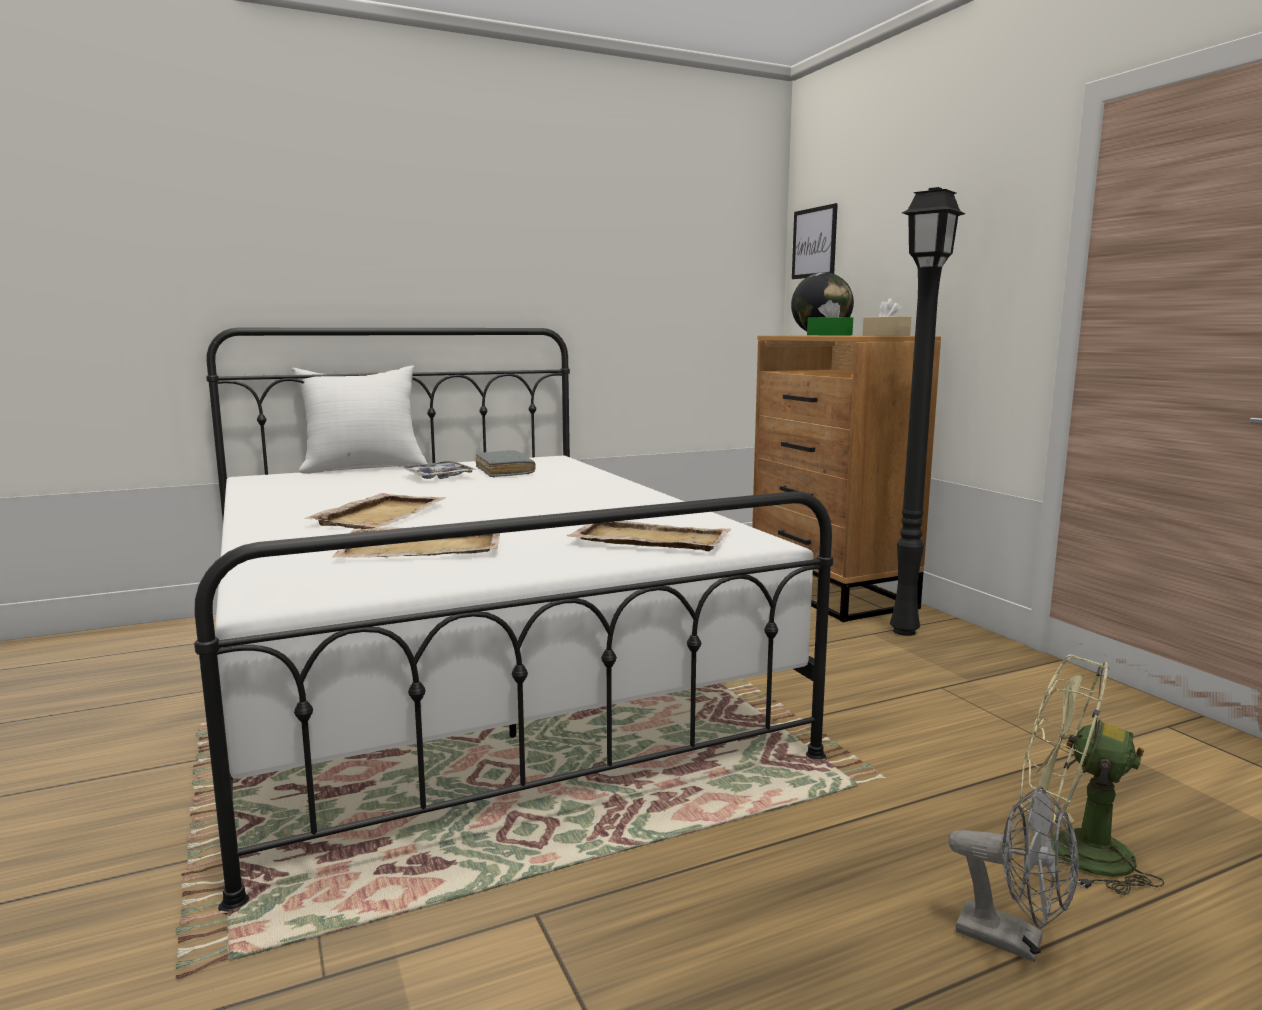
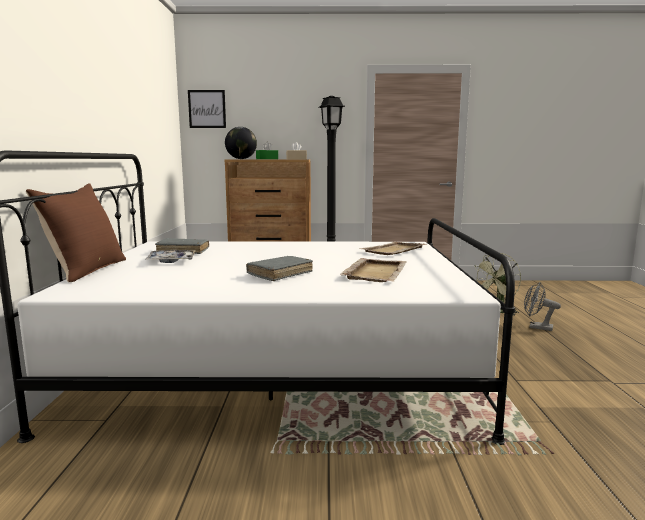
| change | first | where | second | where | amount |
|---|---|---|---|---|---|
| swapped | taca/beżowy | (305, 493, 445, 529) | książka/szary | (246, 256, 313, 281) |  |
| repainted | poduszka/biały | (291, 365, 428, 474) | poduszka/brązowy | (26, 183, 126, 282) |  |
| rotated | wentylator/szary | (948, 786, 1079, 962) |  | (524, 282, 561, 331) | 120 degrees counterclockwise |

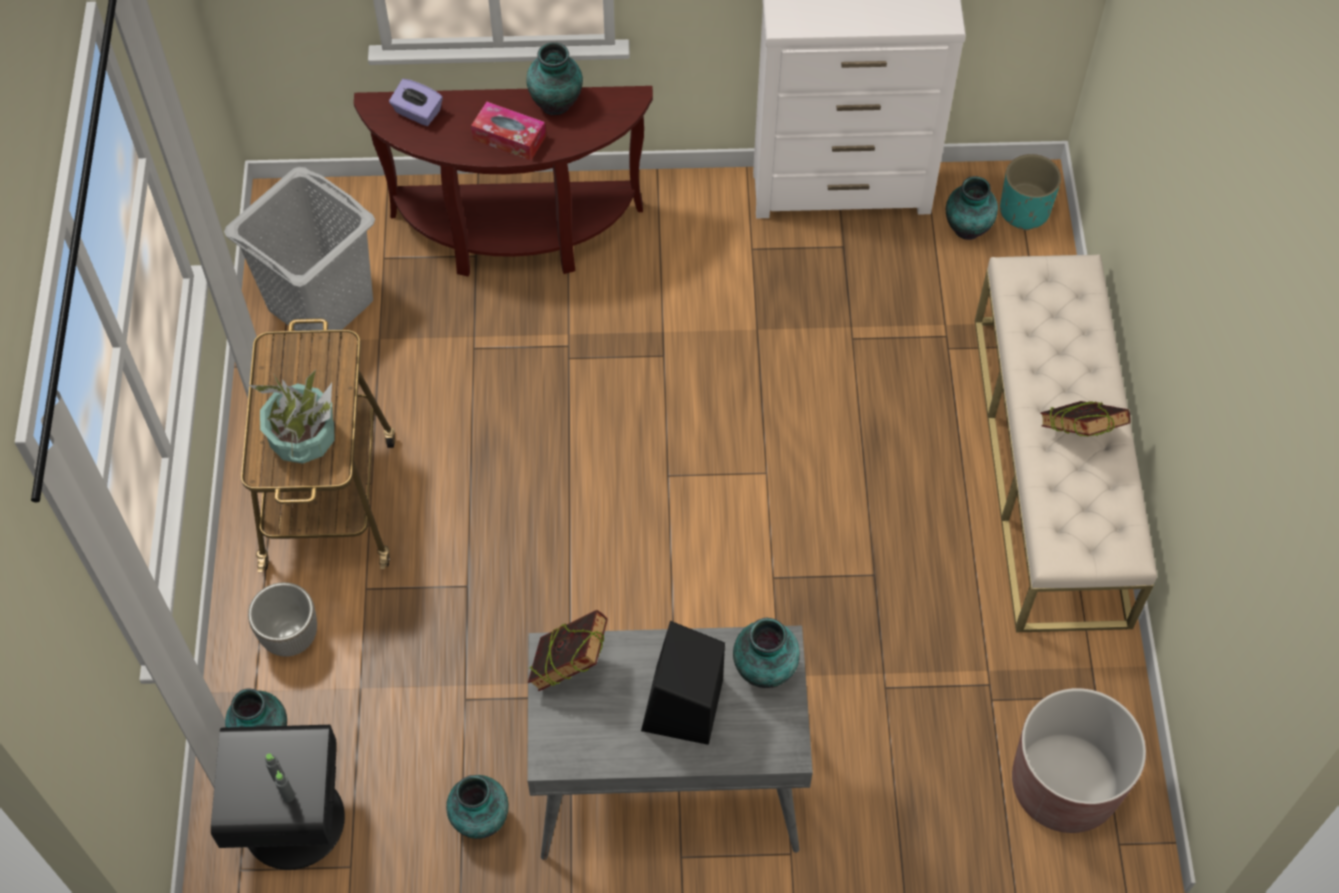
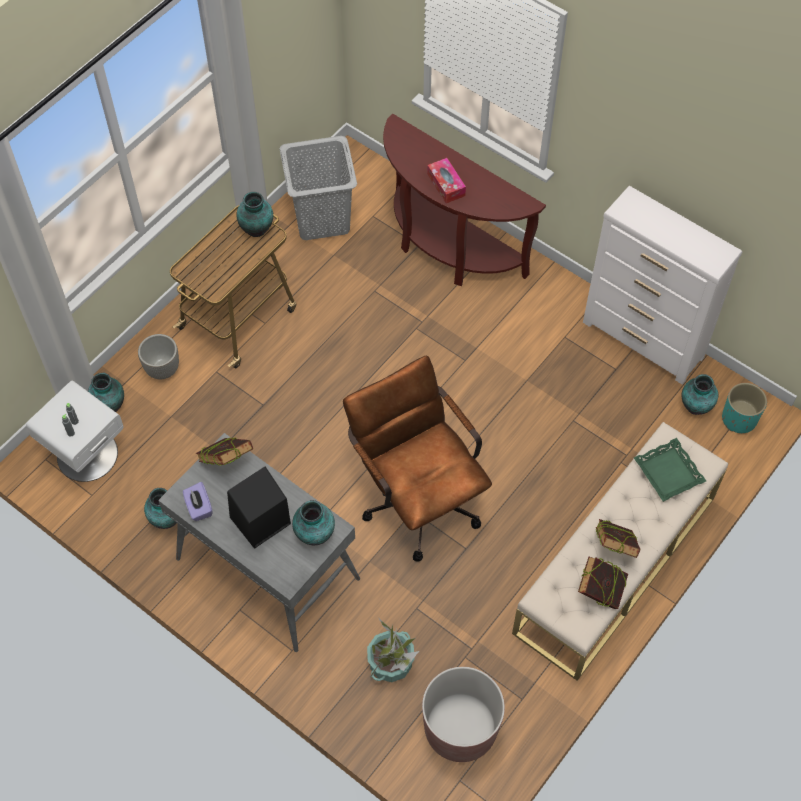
| change | first | where | second | where | amount |
|---|---|---|---|---|---|
| new |  |  | krzesło biurowe/brązowy | (343, 356, 492, 562) |  |
| new |  |  | książka | (578, 557, 628, 609) |  |
| new |  |  | taca/zielony | (634, 438, 706, 502) |  |
| shifted | roślina doniczkowa | (248, 370, 335, 464) |  | (367, 619, 419, 682) |  |
| shifted | pudełko chusteczek/fioletowy | (389, 79, 443, 126) |  | (183, 482, 212, 521) |  |
| shifted | wazon | (526, 42, 583, 115) |  | (236, 192, 273, 237) |  |
| repainted | szafka nocna/czarny | (211, 725, 345, 870) | szafka nocna/biały | (26, 381, 124, 482) |  |

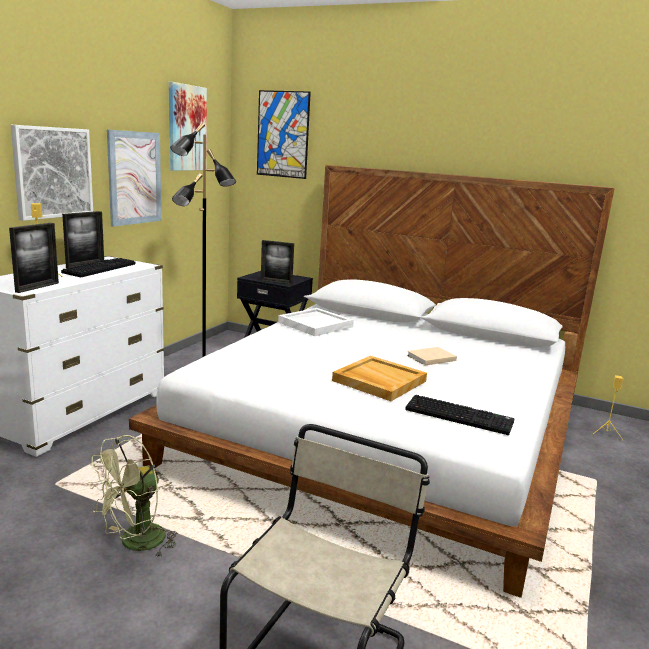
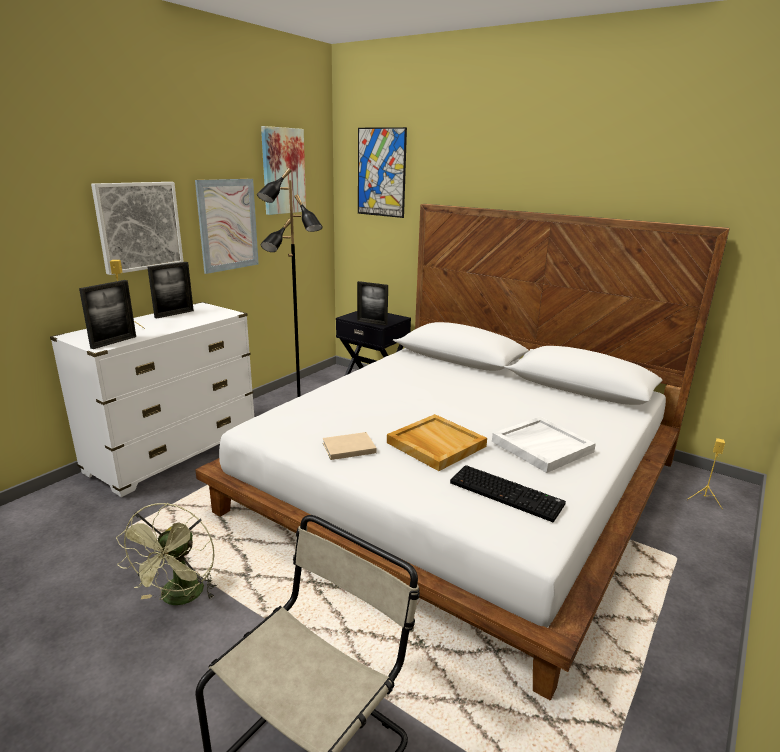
| change | first | where | second | where | amount |
|---|---|---|---|---|---|
| gone | klawiatura | (61, 258, 135, 277) |  |  |  |
| shifted | taca/biały | (278, 308, 354, 336) |  | (492, 417, 596, 473) |  |
| shifted | książka/beżowy | (407, 347, 457, 366) |  | (323, 432, 377, 460) |  |
| rotated | wentylator/zielony | (88, 435, 177, 556) |  | (116, 503, 217, 605) | 45 degrees counterclockwise |

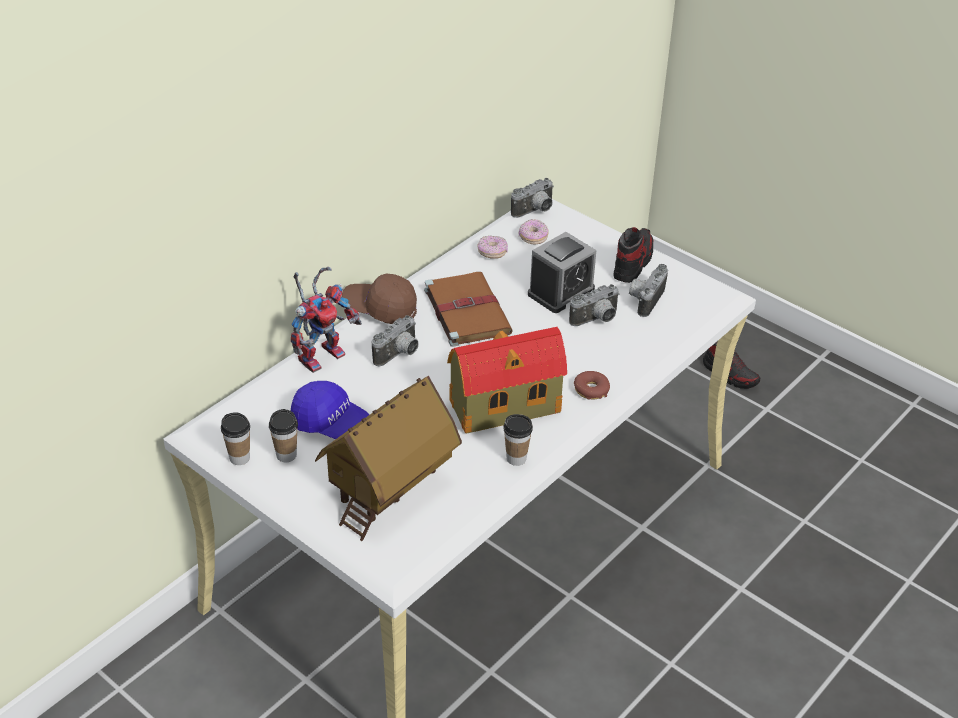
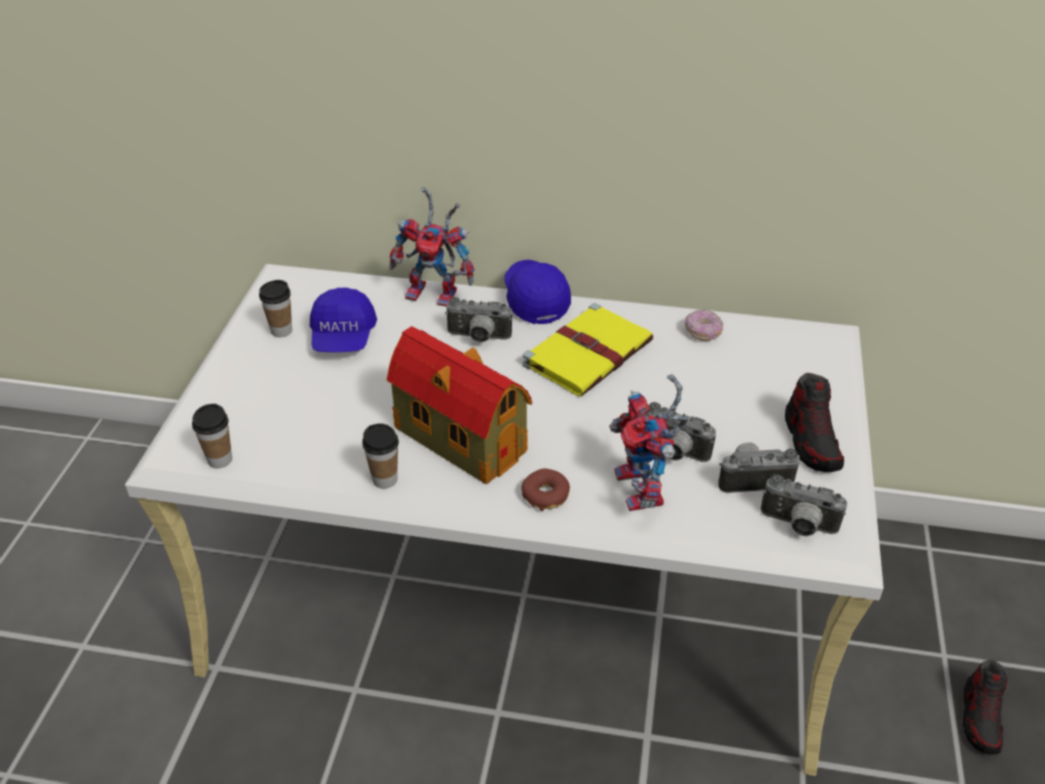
| change | first | where | second | where | amount |
|---|---|---|---|---|---|
| gone | domek | (315, 376, 462, 541) |  |  |  |
| gone | donut | (518, 219, 549, 245) |  |  |  |
| gone | budzik | (528, 232, 596, 313) |  |  |  |
| new |  |  | robot zabawkowy | (609, 374, 688, 511) |  |
| shifted | filiżanka | (221, 412, 250, 465) |  | (192, 404, 232, 468) |  |
| shifted | aparat fotograficzny | (511, 178, 554, 218) |  | (760, 474, 847, 537) |  |
| repainted | czapka z daszkiem/brązowy | (342, 273, 417, 324) | czapka z daszkiem/niebieski | (504, 260, 571, 324) |  |
| repainted | książka/brązowy | (424, 272, 513, 347) | książka/żółty | (523, 303, 653, 397) |  |
| rotated | but | (613, 227, 654, 283) |  | (785, 373, 844, 472) | 90 degrees clockwise |

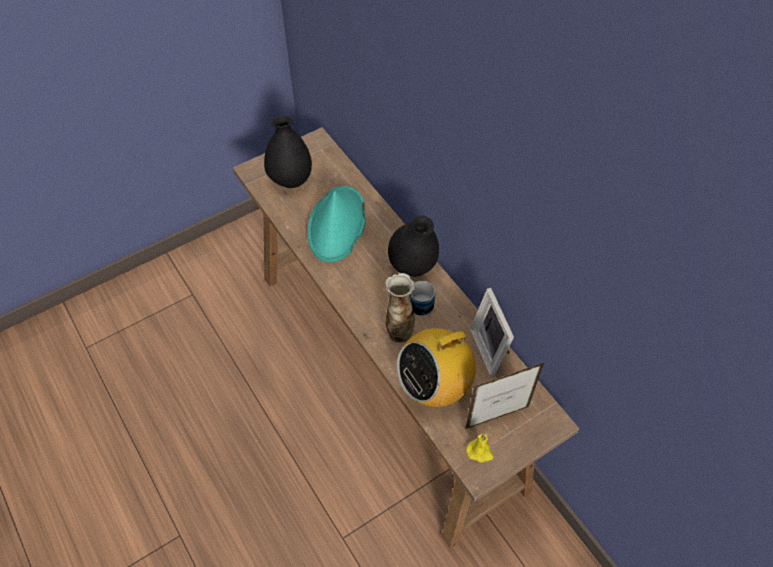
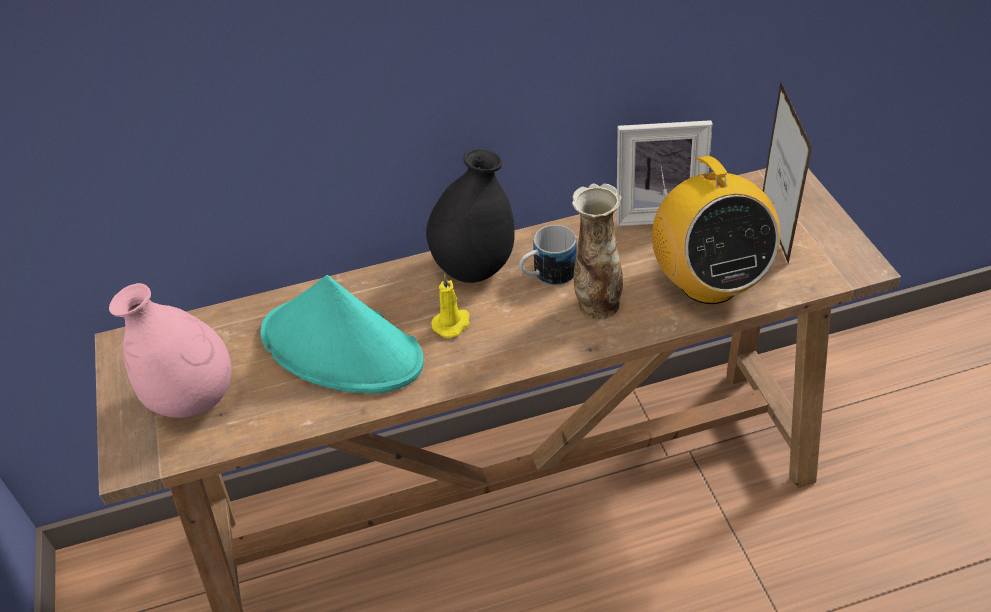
| change | first | where | second | where | amount |
|---|---|---|---|---|---|
| shifted | świeca/żółty | (466, 434, 494, 463) |  | (431, 275, 470, 338) |  |
| repainted | wazon/czarny | (264, 116, 312, 188) | wazon/różowy | (109, 283, 232, 418) |  |

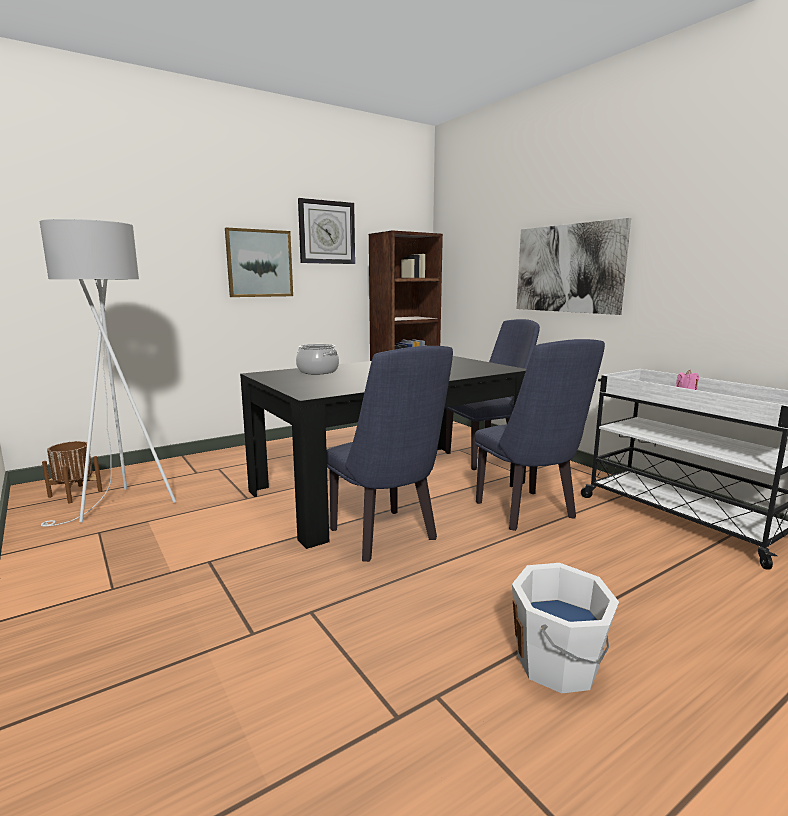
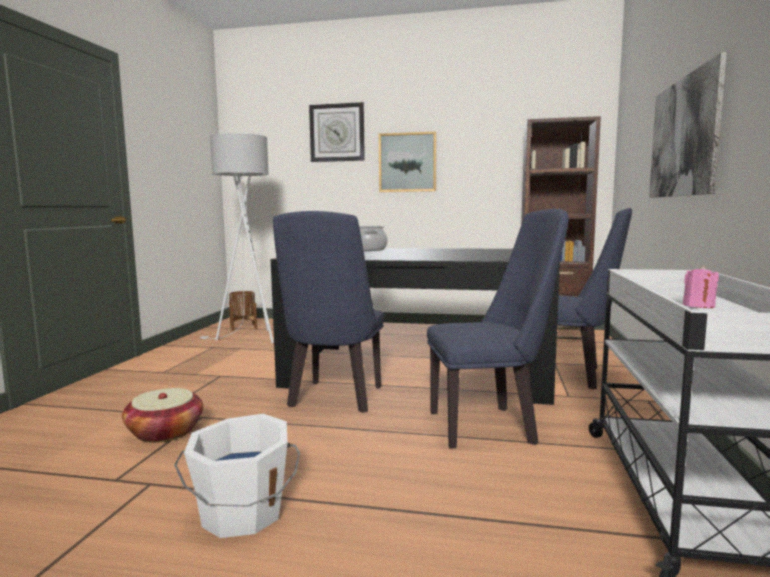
| change | first | where | second | where | amount |
|---|---|---|---|---|---|
| new |  |  | koszyk | (122, 388, 203, 443) |  |
| shifted | zegar ścienny | (298, 198, 355, 264) |  | (309, 102, 365, 162) |  |
| rotated | krzesło/niebieski | (475, 339, 605, 531) |  | (427, 209, 569, 449) | 120 degrees counterclockwise |

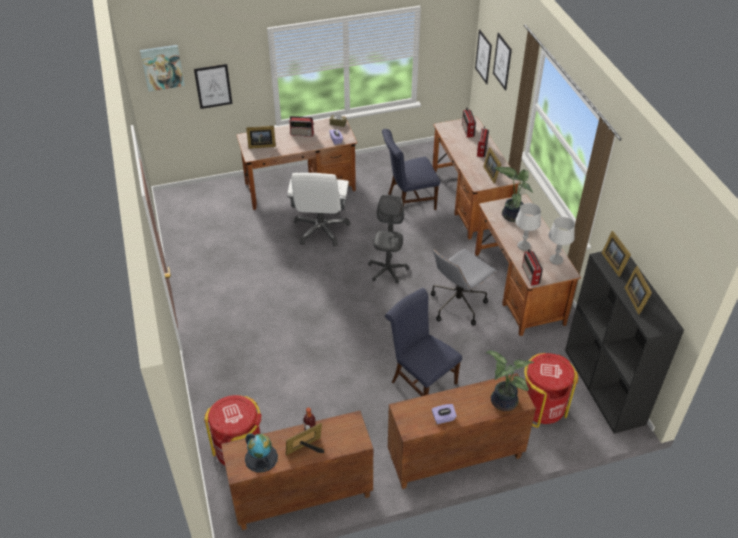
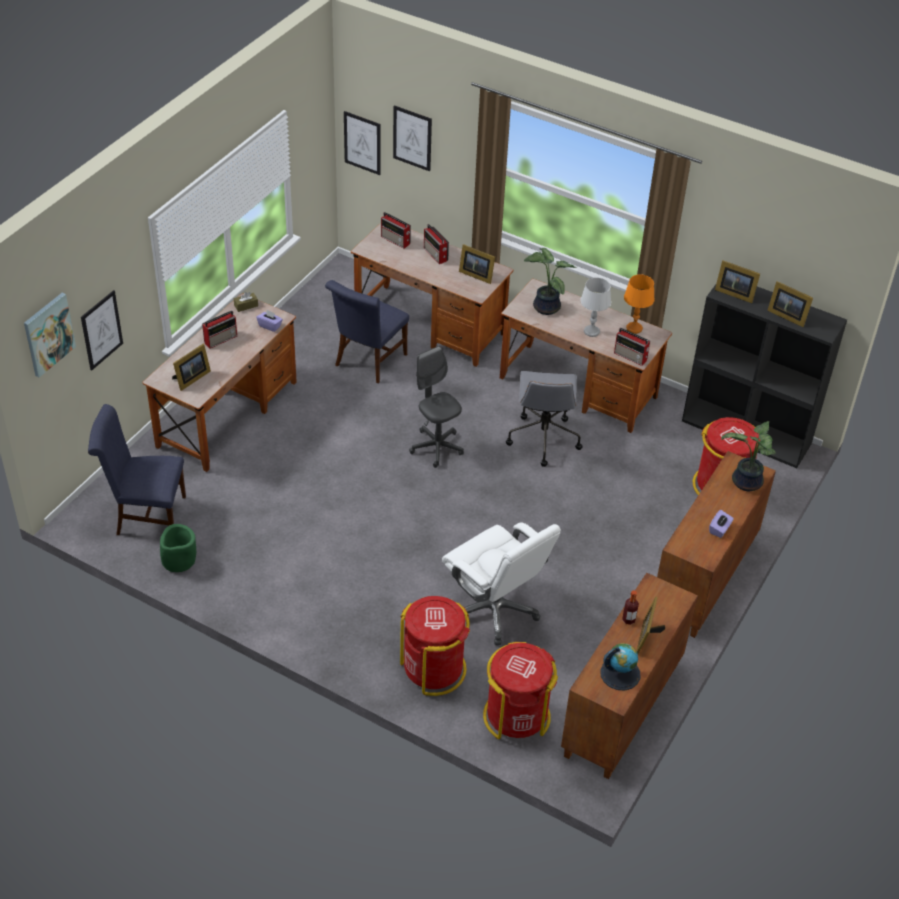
| change | first | where | second | where | amount |
|---|---|---|---|---|---|
| new |  |  | donica/zielony | (160, 524, 196, 572) |  |
| new |  |  | kosz na śmieci/czerwony | (400, 596, 470, 696) |  |
| shifted | krzesło biurowe/biały | (287, 173, 350, 247) |  | (442, 522, 561, 645) |  |
| shifted | krzesło/niebieski | (385, 288, 462, 396) |  | (88, 404, 186, 535) |  |
| repainted | lampa stołowa/szary | (549, 217, 575, 265) | lampa stołowa/pomarańczowy | (624, 275, 655, 334) |  |

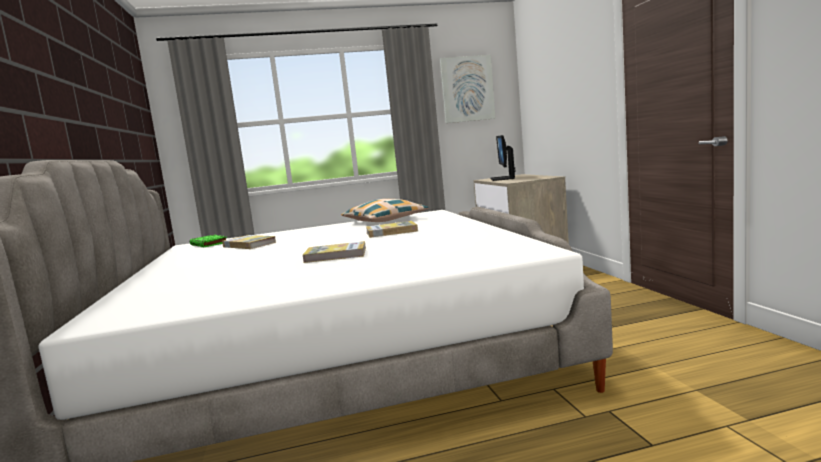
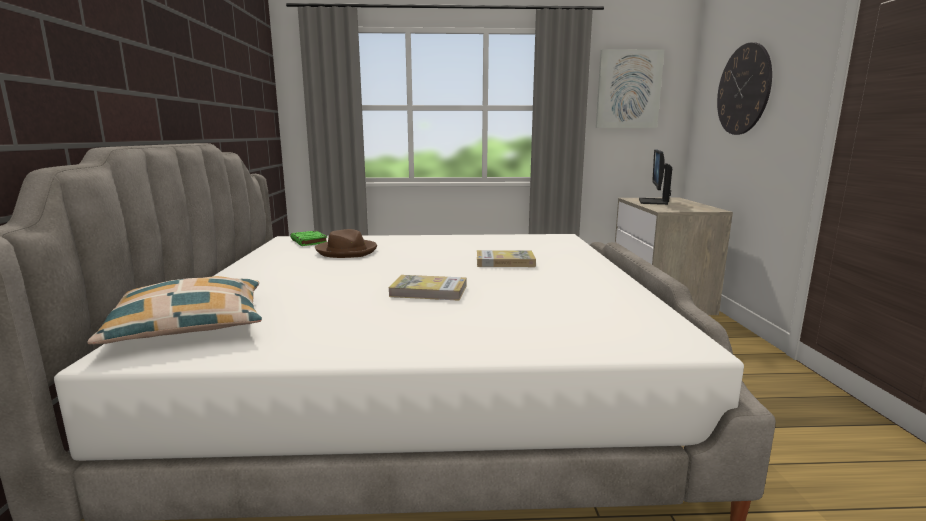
| change | first | where | second | where | amount |
|---|---|---|---|---|---|
| new |  |  | zegar ścienny | (717, 42, 772, 135) |  |
| shifted | poduszka | (341, 199, 429, 222) |  | (88, 276, 262, 345) |  |
| swapped | książka | (222, 235, 276, 249) | kapelusz/brązowy | (315, 229, 377, 258) |  |

